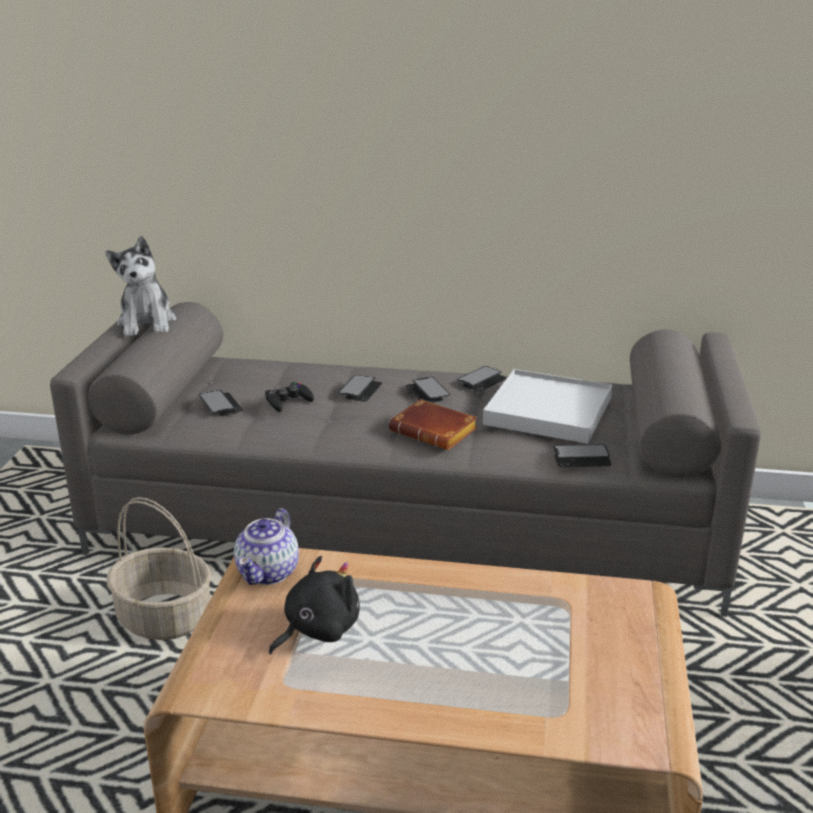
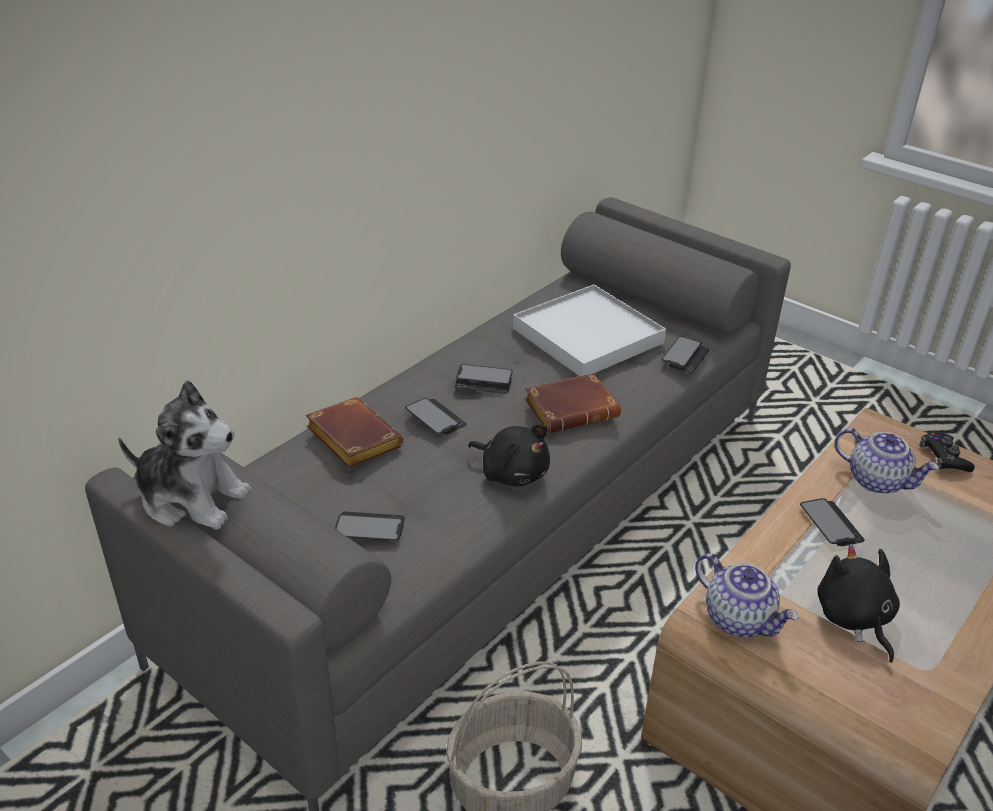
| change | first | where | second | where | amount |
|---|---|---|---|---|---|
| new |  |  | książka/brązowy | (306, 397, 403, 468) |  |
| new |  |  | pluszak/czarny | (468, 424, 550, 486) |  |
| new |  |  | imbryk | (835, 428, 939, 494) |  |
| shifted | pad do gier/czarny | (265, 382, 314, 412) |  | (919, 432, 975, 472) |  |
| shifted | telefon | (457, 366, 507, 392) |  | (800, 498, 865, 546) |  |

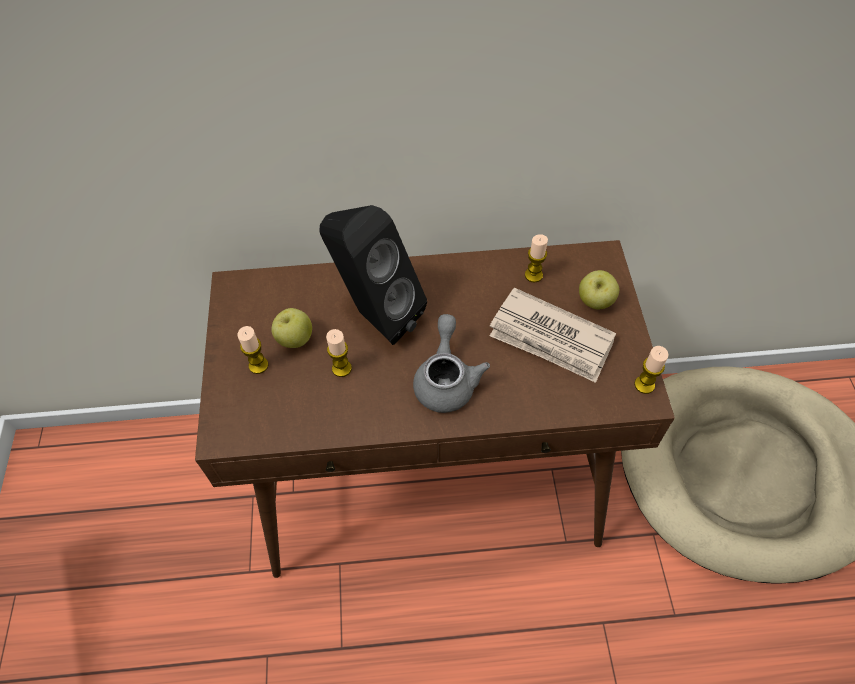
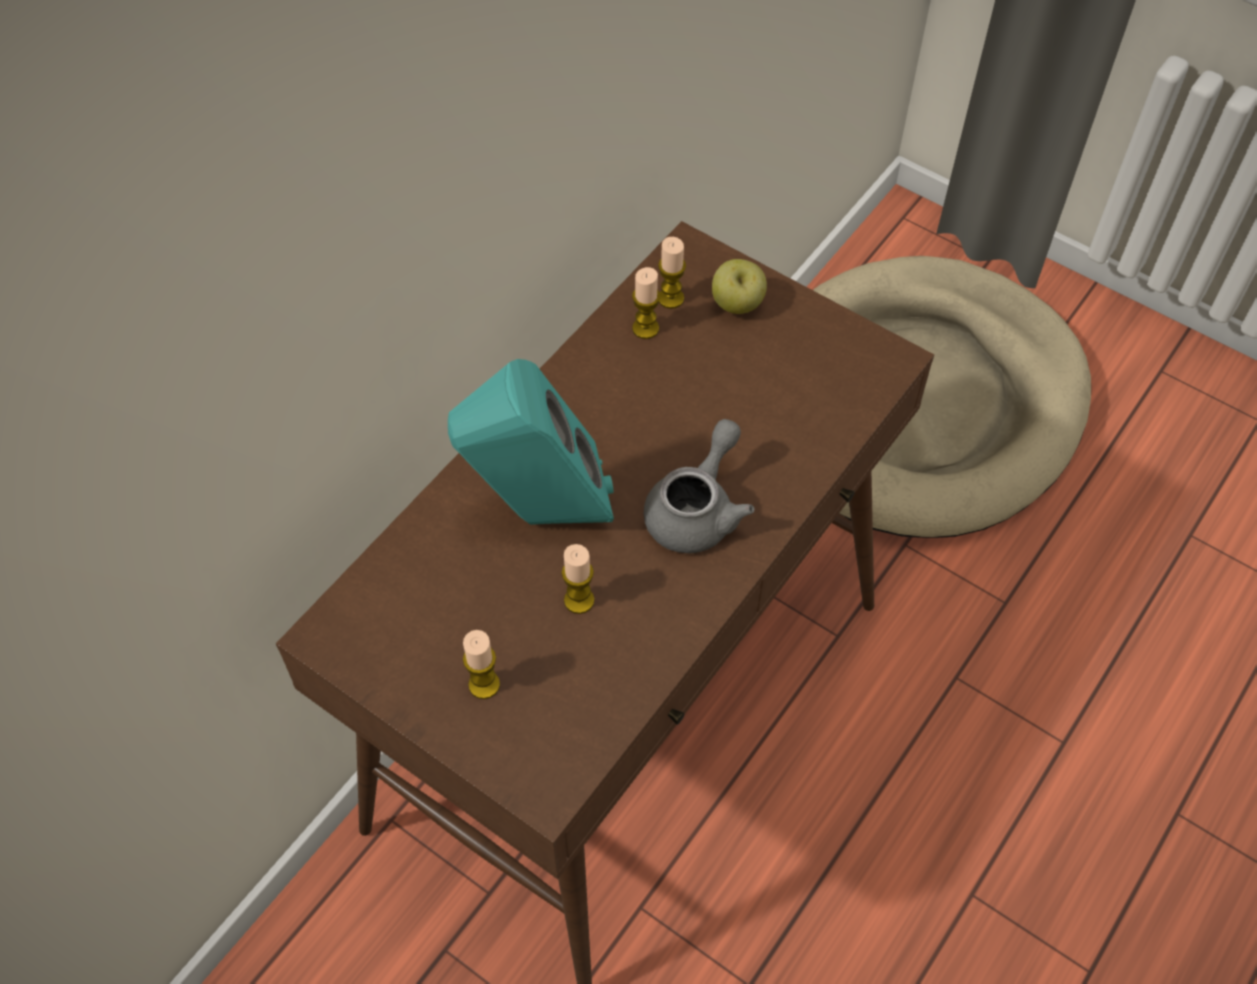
| change | first | where | second | where | amount |
|---|---|---|---|---|---|
| gone | jabłko | (271, 308, 312, 348) |  |  |  |
| gone | gazeta | (490, 287, 616, 383) |  |  |  |
| shifted | świeca | (634, 346, 669, 394) |  | (658, 237, 686, 309) |  |
| repainted | głośnik/czarny | (320, 205, 427, 345) | głośnik/turkusowy | (448, 359, 614, 525) |  |
| rotated | imbryk/szary | (413, 314, 490, 413) |  | (643, 419, 754, 553) | 75 degrees clockwise |

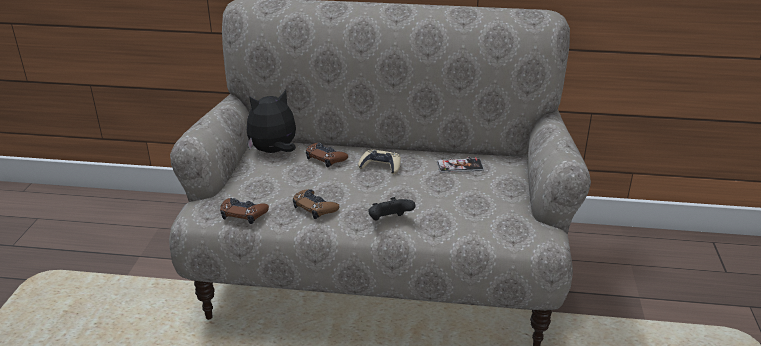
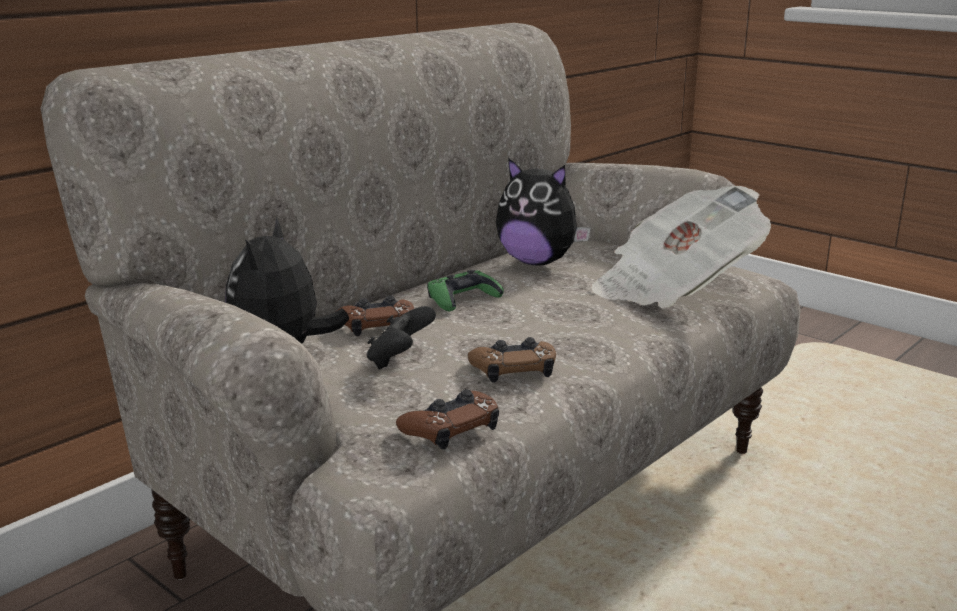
| change | first | where | second | where | amount |
|---|---|---|---|---|---|
| new |  |  | gazeta | (591, 186, 771, 308) |  |
| shifted | pad do gier/czarny | (368, 197, 415, 221) |  | (367, 306, 436, 369) |  |
| swapped | telefon | (437, 157, 484, 173) | pluszak | (496, 158, 591, 265) |  |
| repainted | pad do gier/beżowy | (358, 149, 401, 174) | pad do gier/zielony | (427, 270, 504, 311) |  |

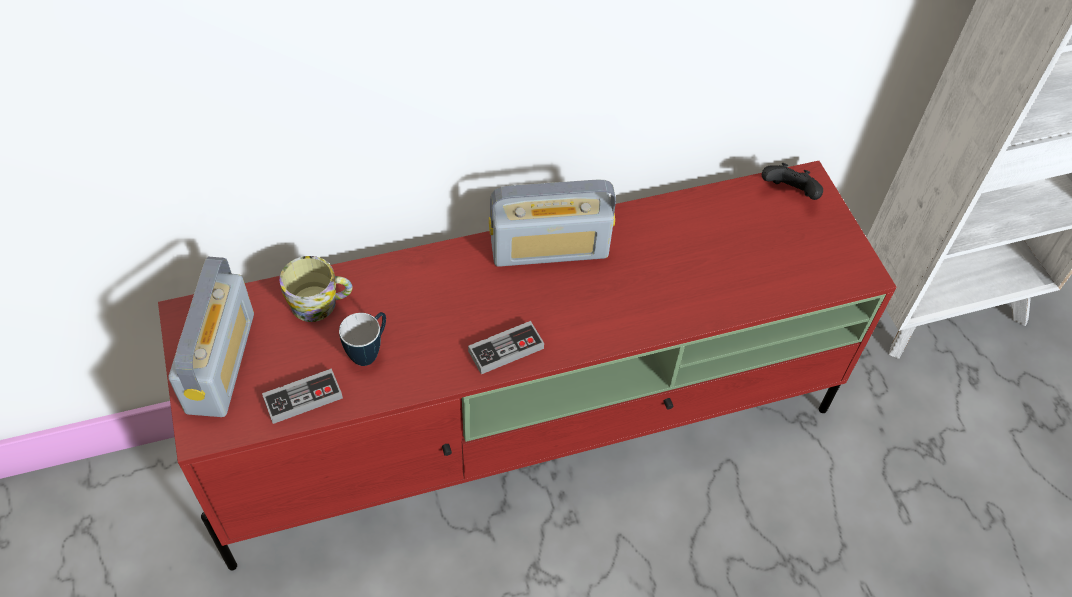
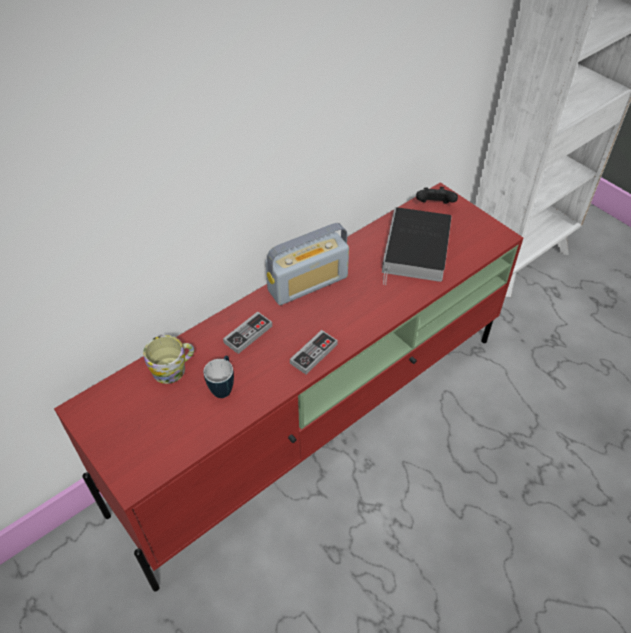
| change | first | where | second | where | amount |
|---|---|---|---|---|---|
| gone | radio | (168, 257, 254, 417) |  |  |  |
| new |  |  | książka | (382, 207, 452, 285) |  |
| shifted | pad do gier | (262, 368, 343, 424) |  | (223, 312, 272, 354) |  |

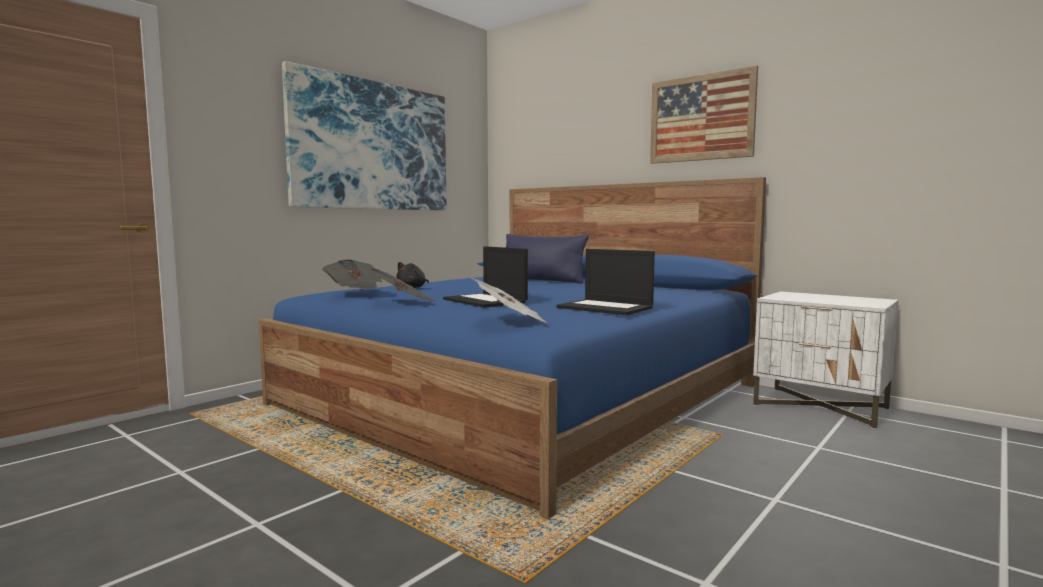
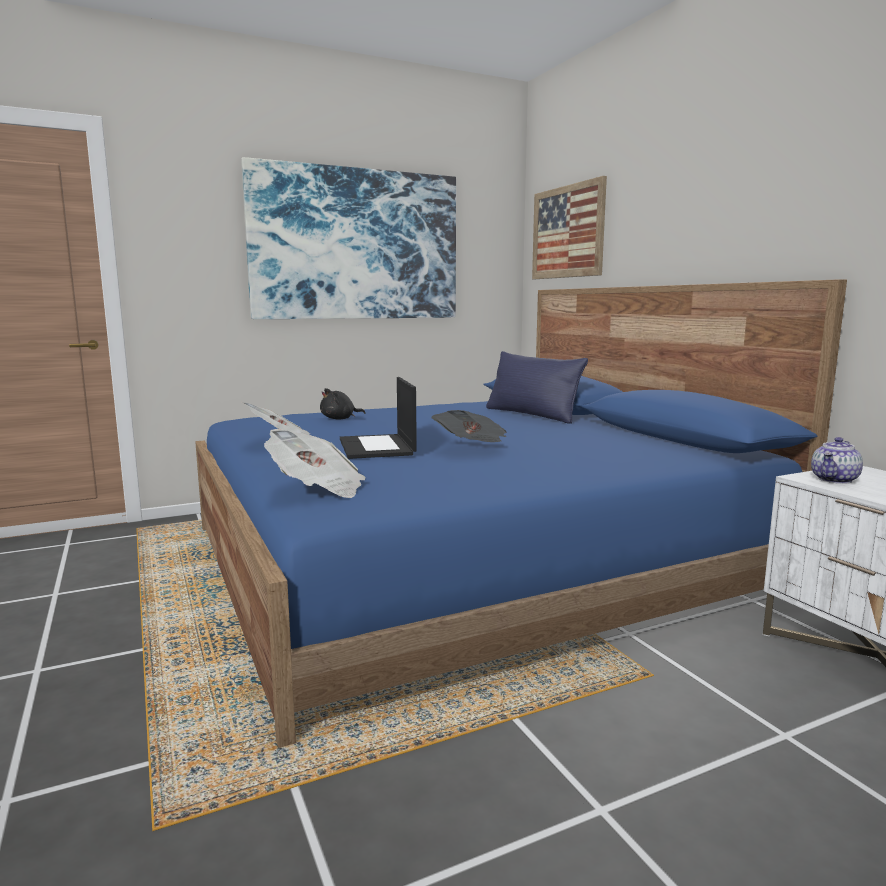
| change | first | where | second | where | amount |
|---|---|---|---|---|---|
| gone | laptop | (557, 249, 655, 315) |  |  |  |
| new |  |  | imbryk | (811, 437, 863, 484) |  |
| shifted | gazeta | (323, 259, 383, 289) |  | (431, 410, 506, 442) |  |
| shifted | obraz | (650, 65, 758, 164) |  | (532, 176, 607, 279) |  |

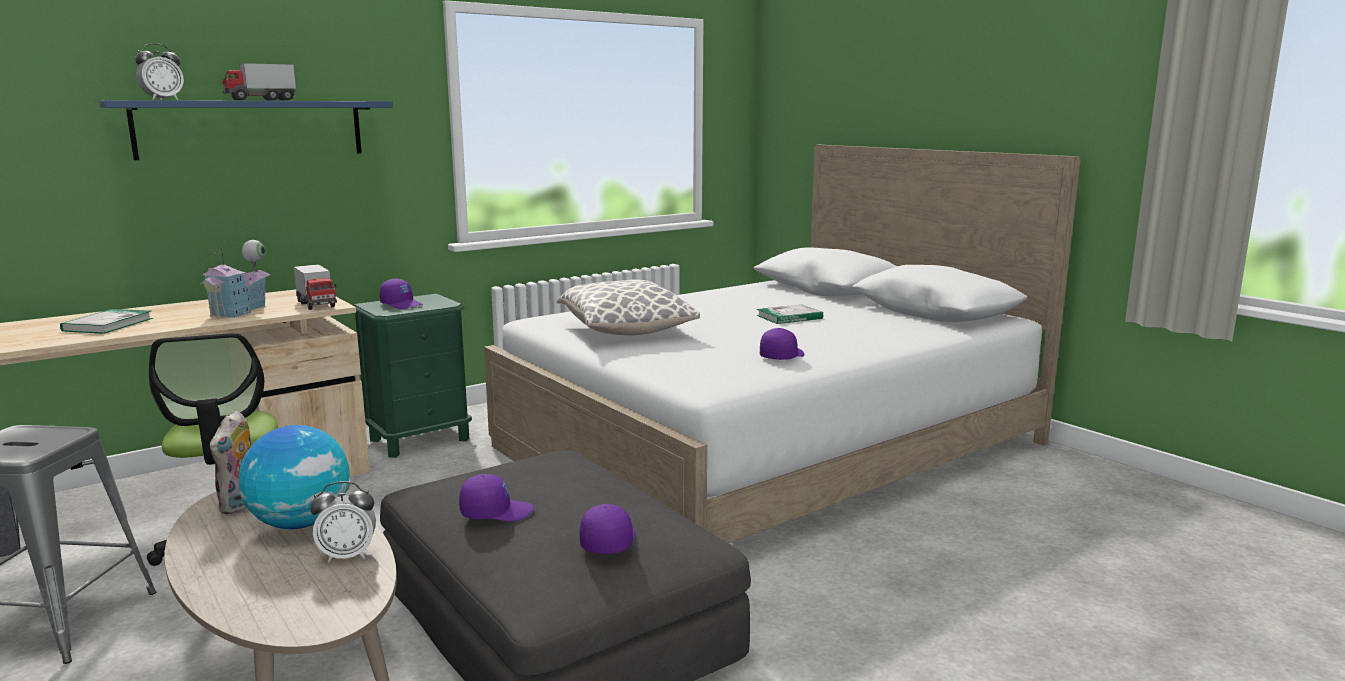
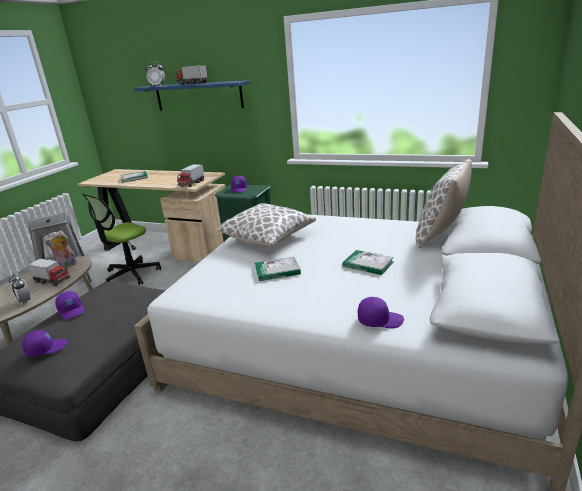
| change | first | where | second | where | amount |
|---|---|---|---|---|---|
| gone | domek | (200, 240, 271, 319) |  |  |  |
| new |  |  | książka | (255, 257, 301, 281) |  |
| new |  |  | poduszka | (416, 159, 472, 248) |  |
| shifted | czapka z daszkiem/fioletowy | (760, 328, 805, 360) |  | (358, 297, 404, 328) |  |
| swapped | globus | (239, 425, 350, 529) | ciężarówka zabawkowa | (28, 259, 70, 286) |  |

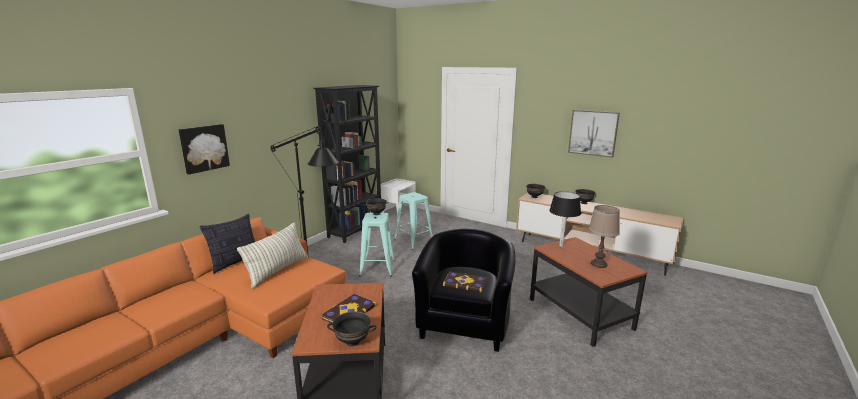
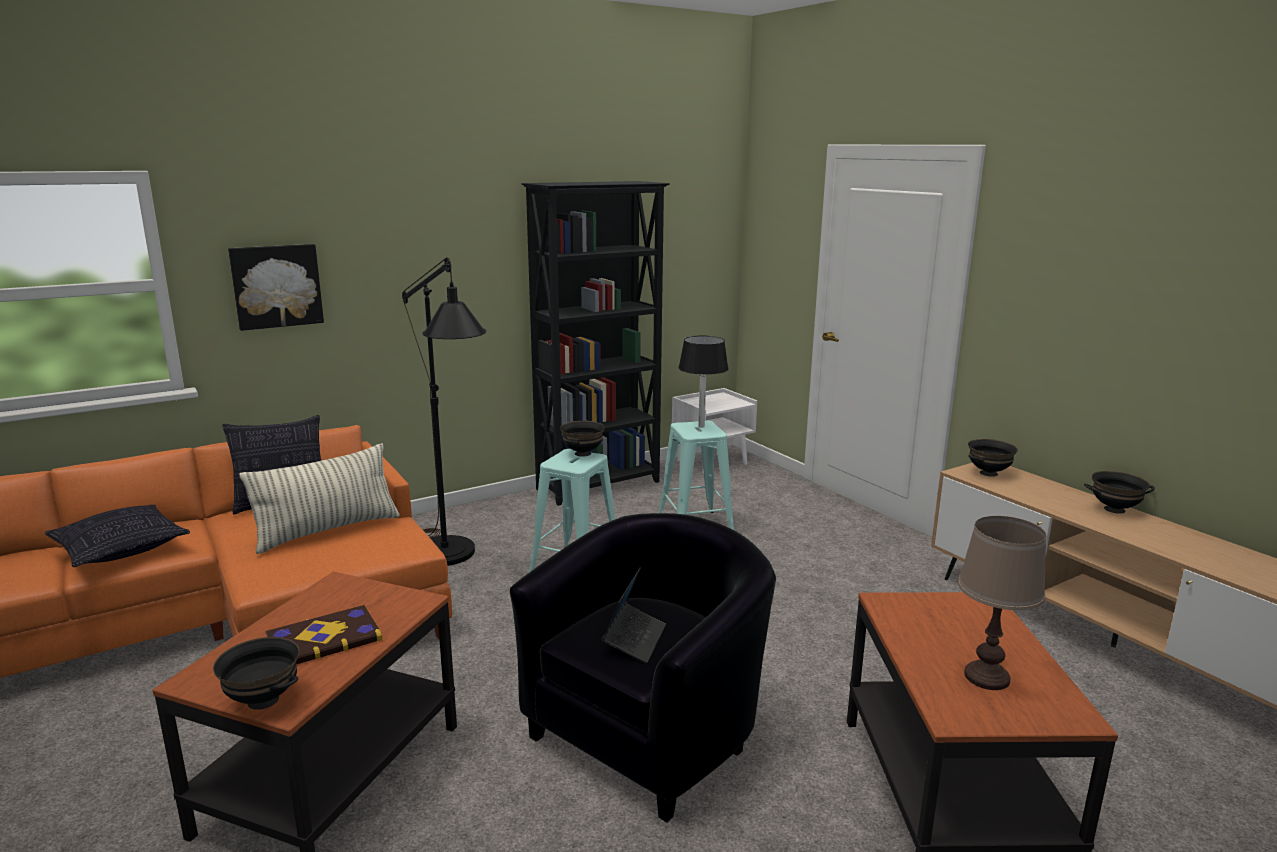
| change | first | where | second | where | amount |
|---|---|---|---|---|---|
| gone | obraz | (568, 110, 620, 158) |  |  |  |
| new |  |  | poduszka | (45, 505, 190, 567) |  |
| shifted | lampa stołowa/czarny | (549, 191, 581, 247) |  | (678, 336, 728, 428) |  |
| swapped | książka | (443, 271, 486, 292) | laptop | (602, 567, 666, 663) |  |

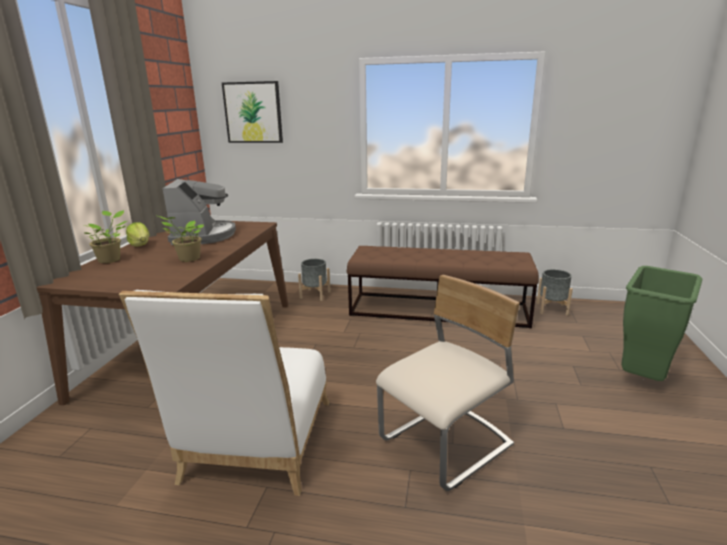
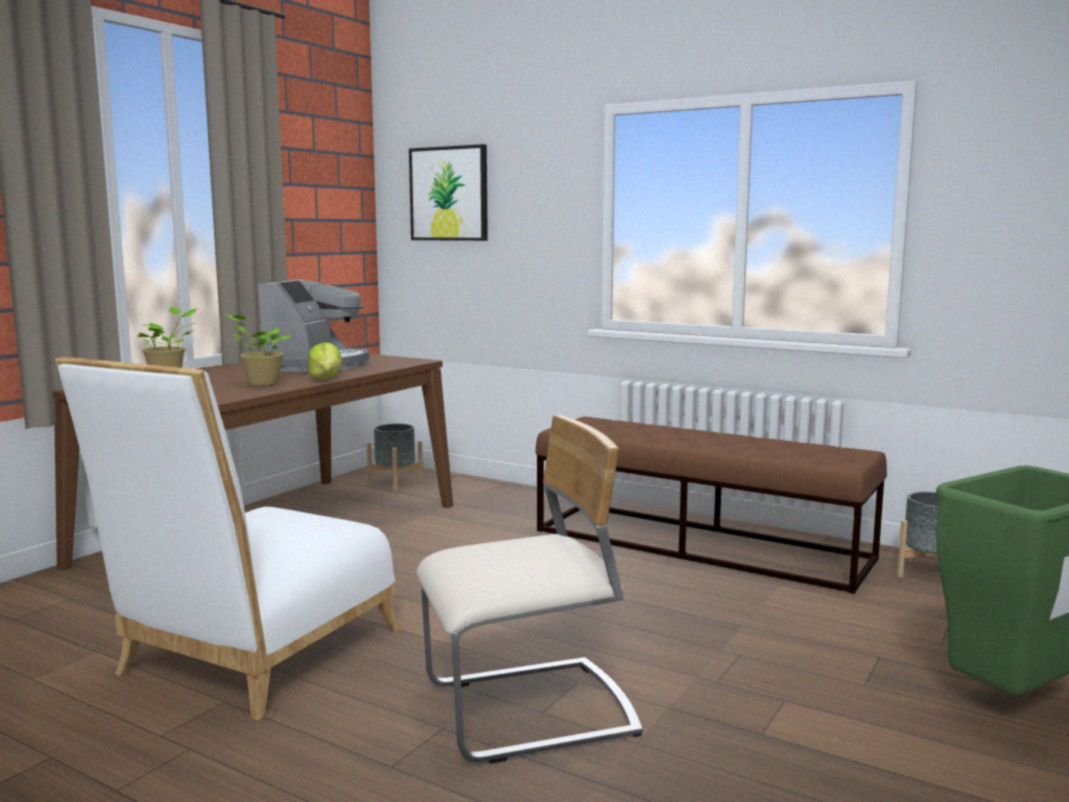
| change | first | where | second | where | amount |
|---|---|---|---|---|---|
| shifted | sałata | (126, 222, 150, 247) |  | (308, 342, 342, 380) |  |
| shifted | donica/szary | (298, 259, 331, 301) |  | (367, 424, 423, 491) |  |

